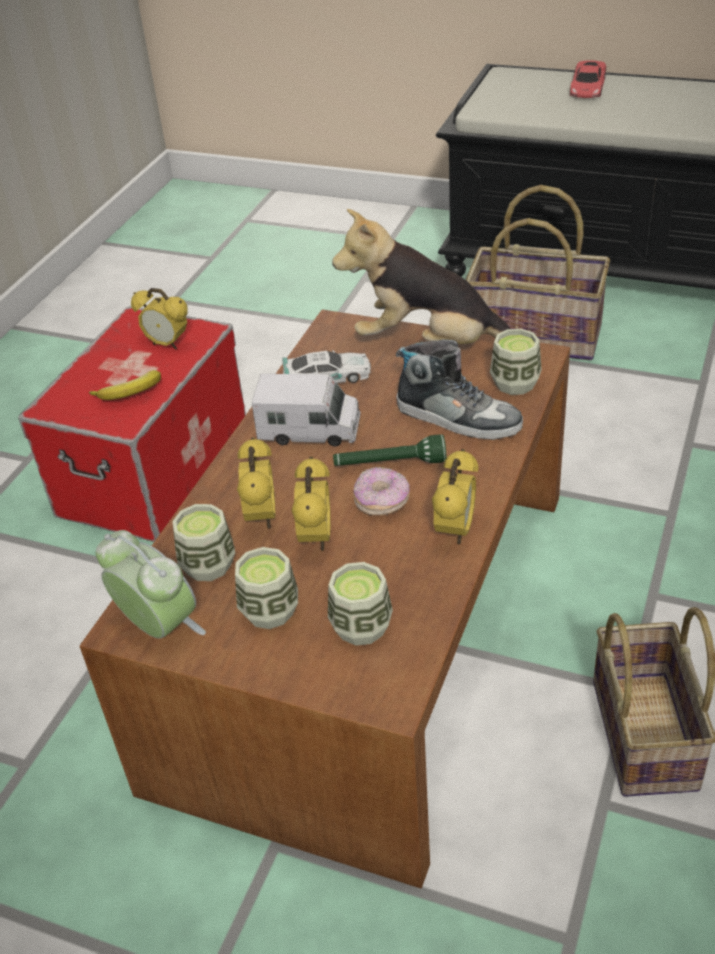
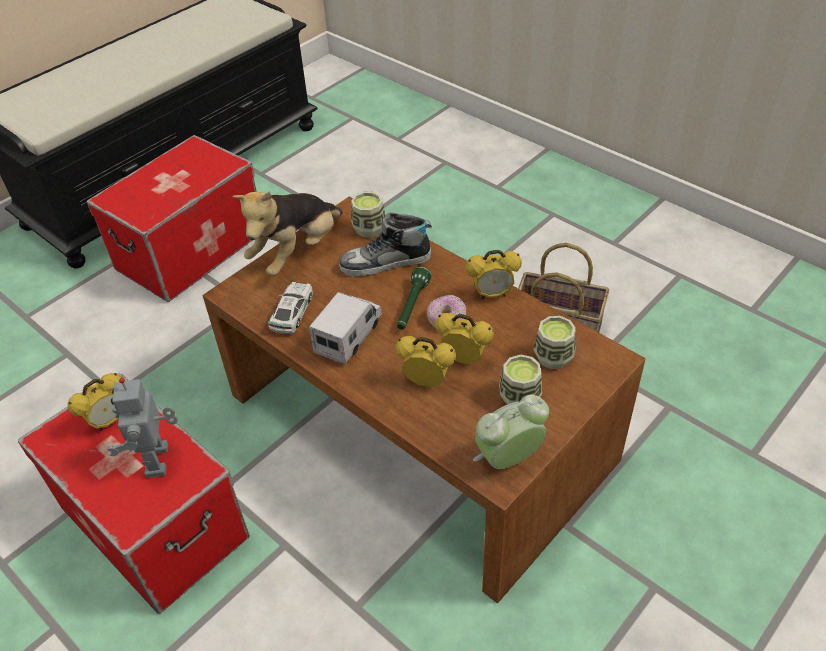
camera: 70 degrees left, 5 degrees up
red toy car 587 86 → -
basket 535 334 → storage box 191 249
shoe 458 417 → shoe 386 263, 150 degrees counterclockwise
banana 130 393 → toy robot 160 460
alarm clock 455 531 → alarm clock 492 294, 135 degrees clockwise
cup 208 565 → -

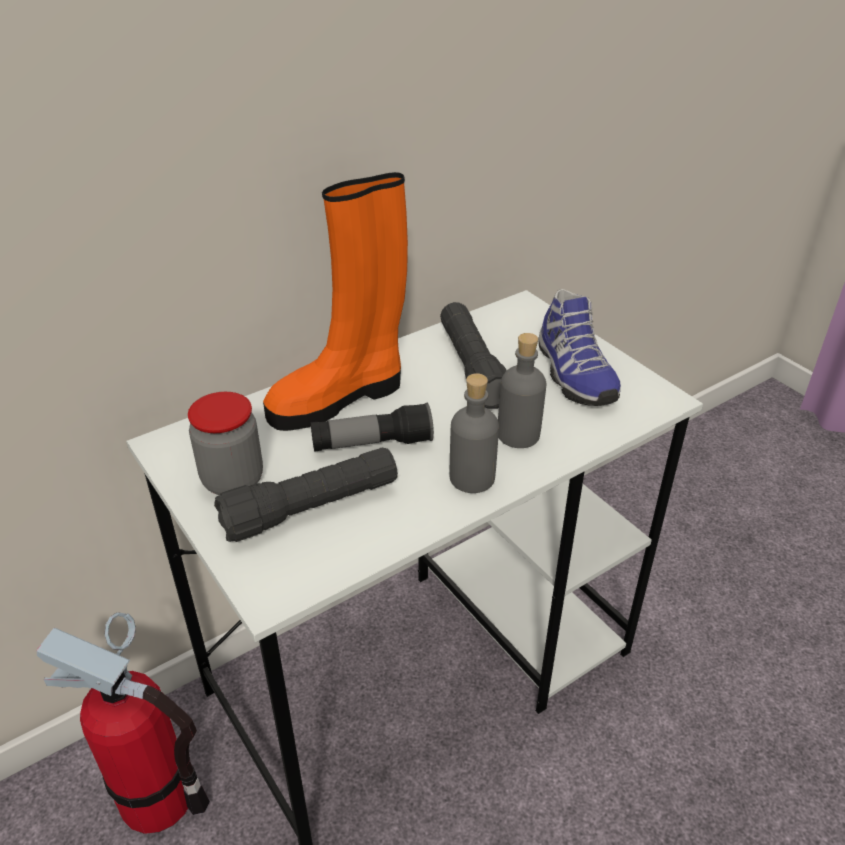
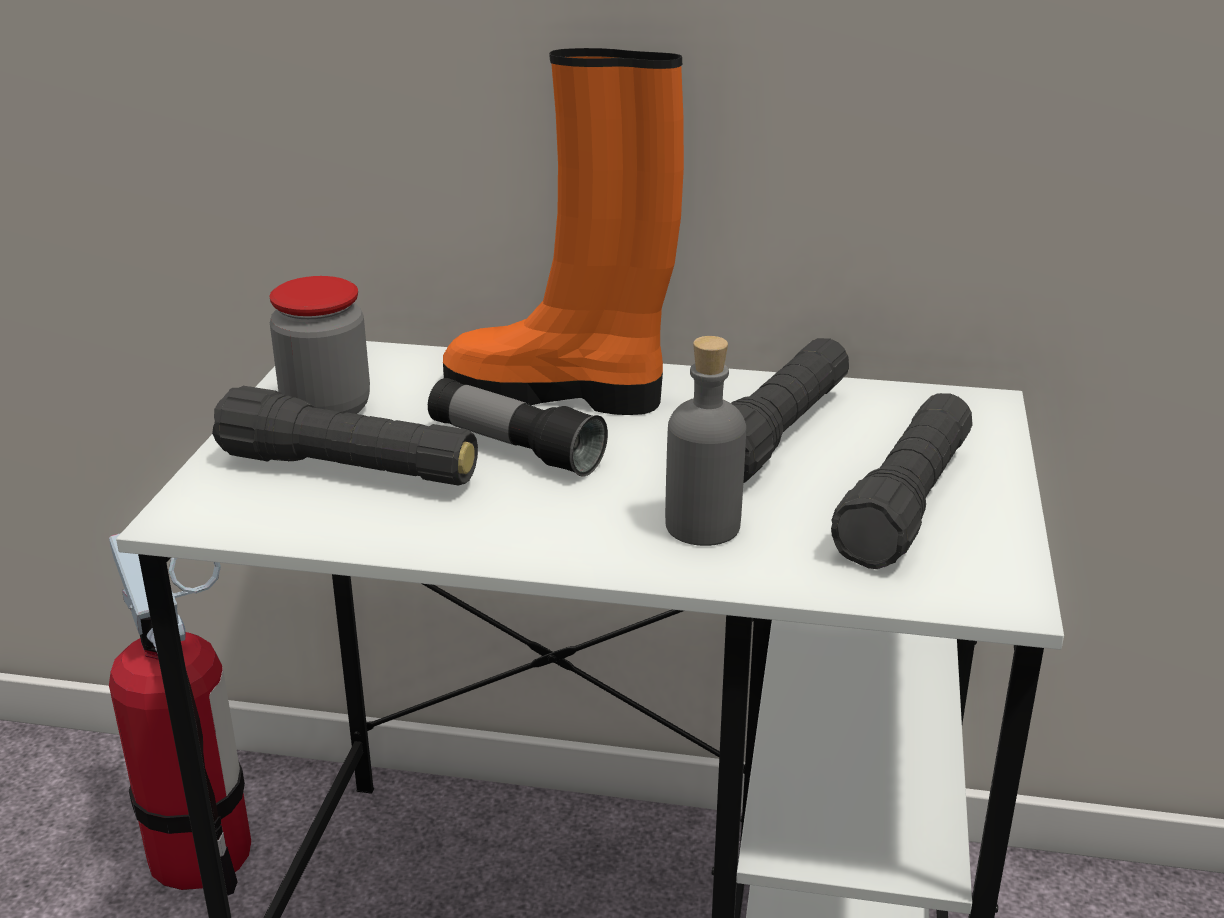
camera: 45 degrees right, 10 degrees down
shoe 572 374 → black flashlight 906 504
grey bottle 472 478 → -

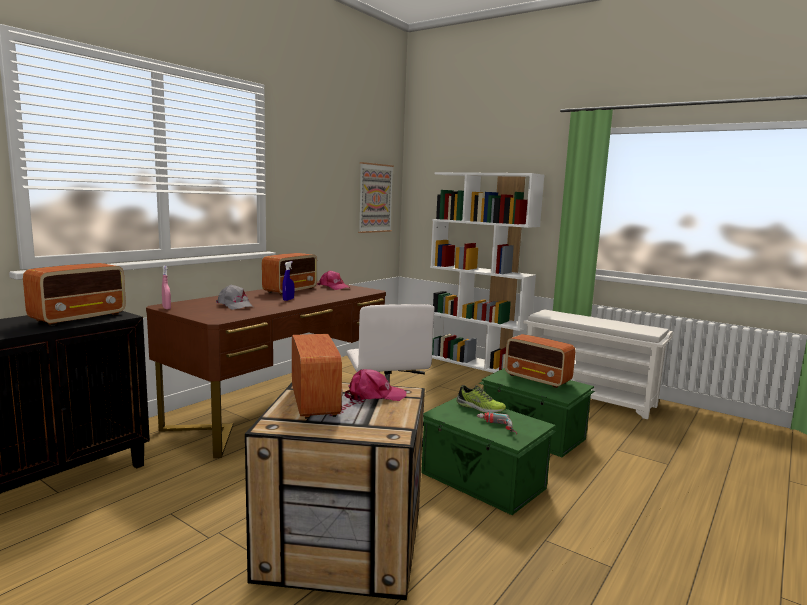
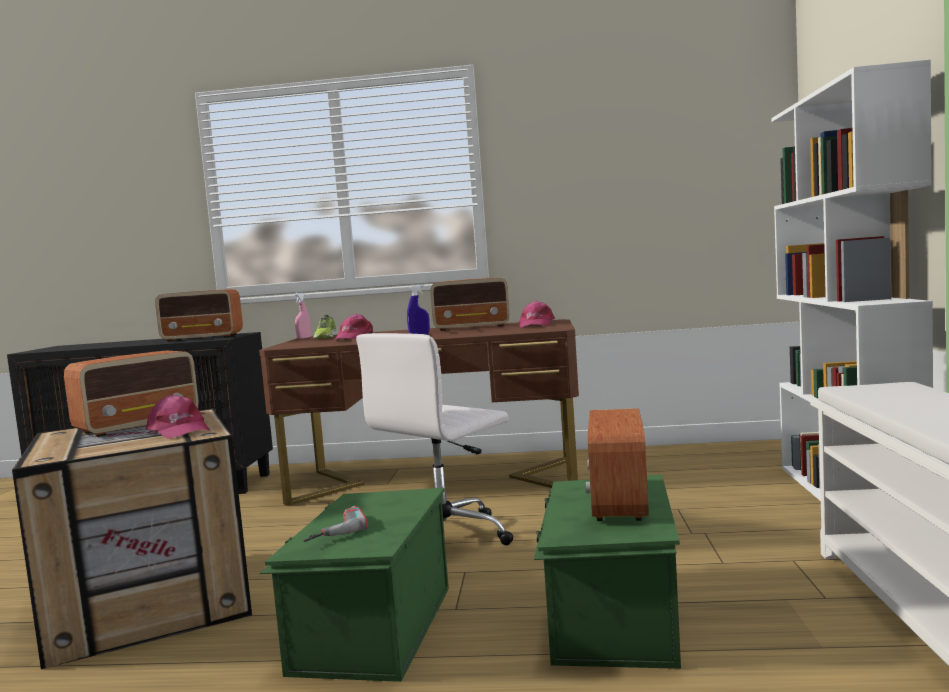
camera: 60 degrees right, 5 degrees down
picture 375 198 → -
grey cap 235 305 → pink cap 353 338
shoe 479 408 → shoe 325 337, shifted

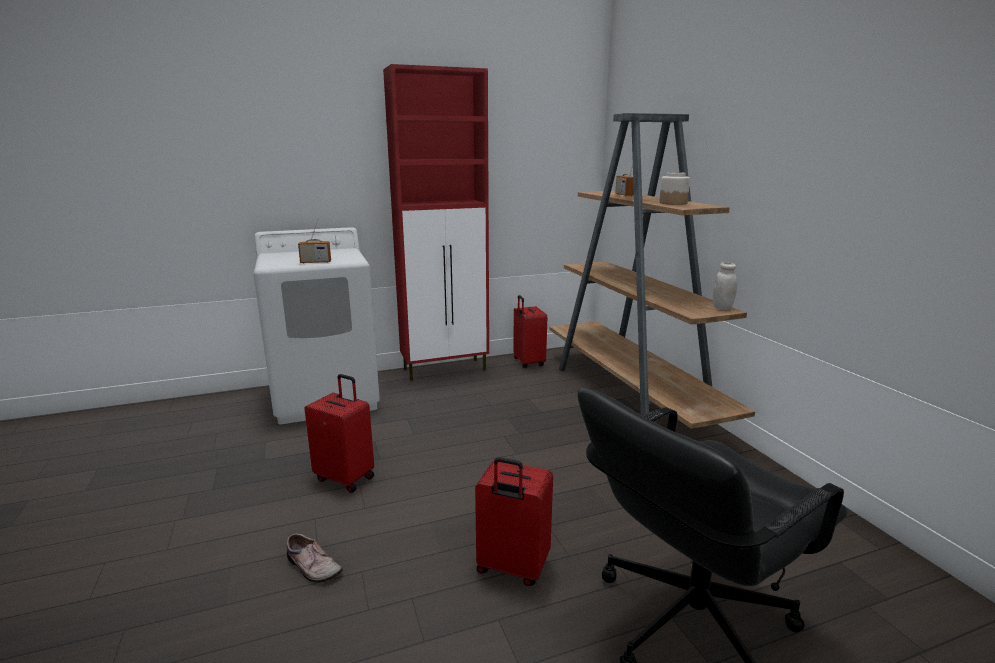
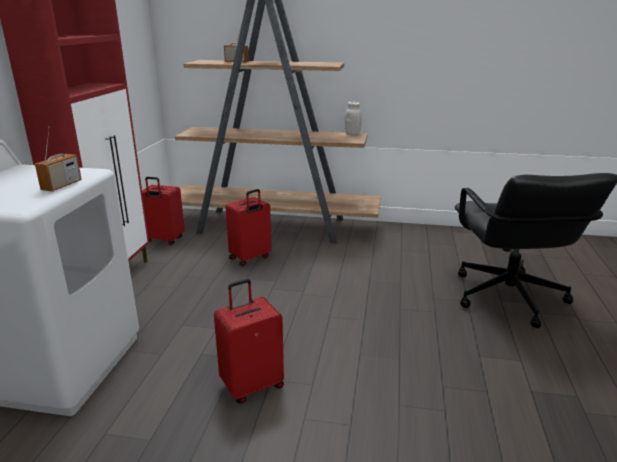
camera: 60 degrees left, 5 degrees up
jar 673 203 → -
red suitcase 512 568 → red suitcase 250 258, shifted
shoe 312 567 → -

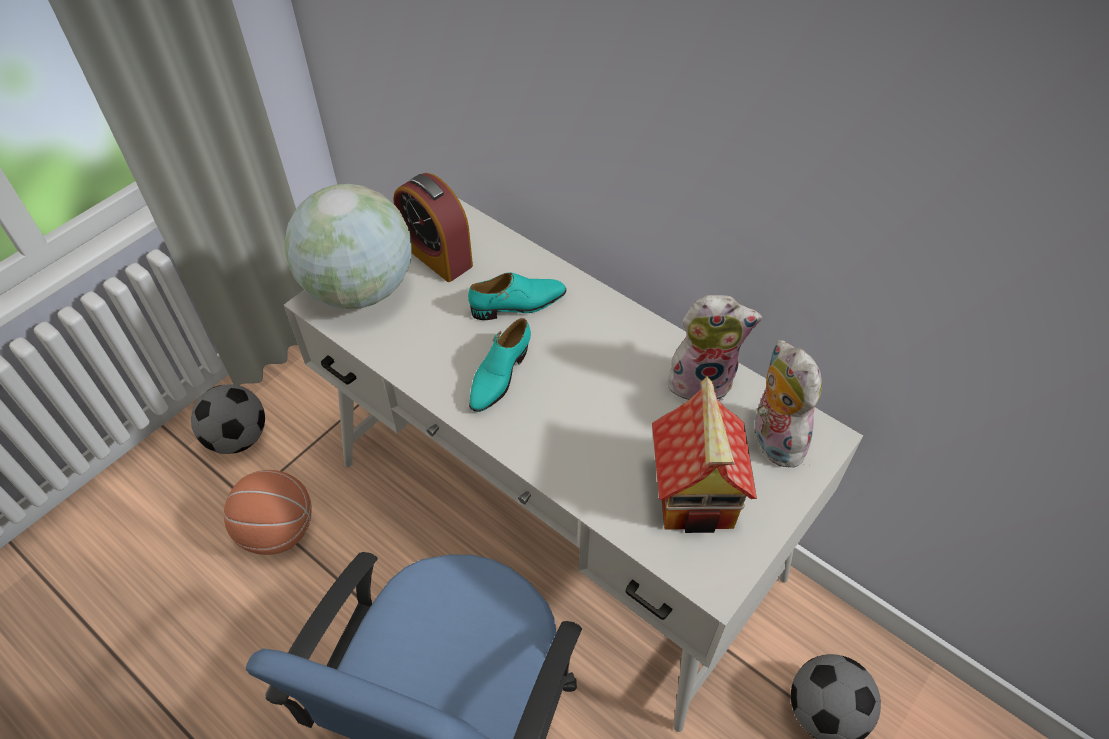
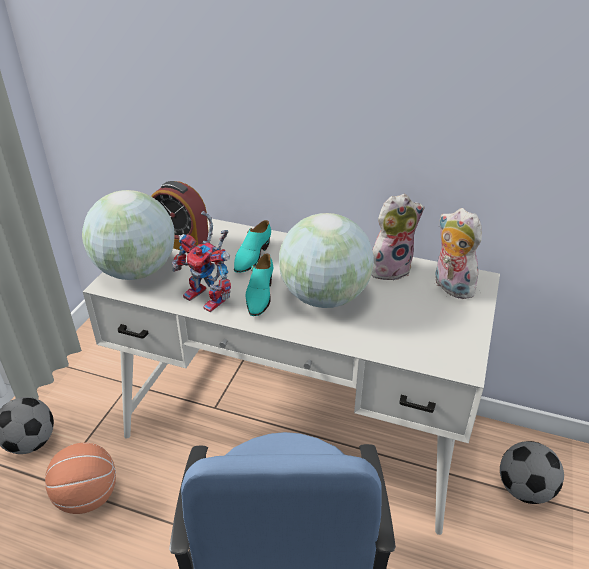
camera: 20 degrees left, 15 degrees down
turquoise shoe 518 304 → turquoise shoe 252 256, 150 degrees clockwise
toy house 696 494 → -
- → toy robot 210 299
- → globe 324 297

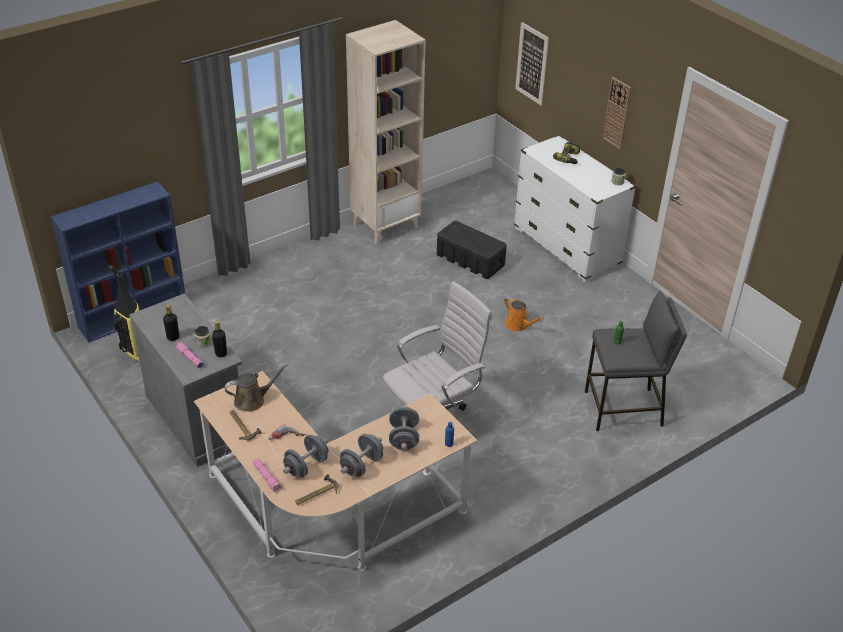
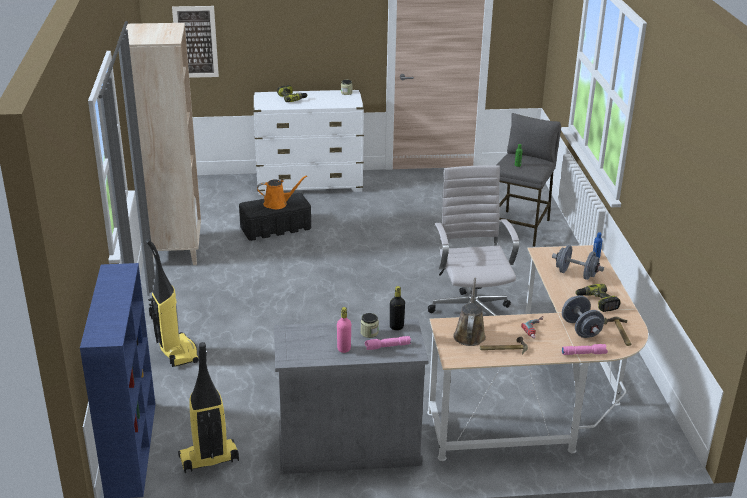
camera: 60 degrees left, 10 degrees down
wall clock 617 113 → -
orange watering can 518 325 → orange watering can 278 203, shifted
black bottle 173 337 → pink bottle 344 349
grey dumbbell 361 465 → power drill 597 302
- → vacuum cleaner 176 352

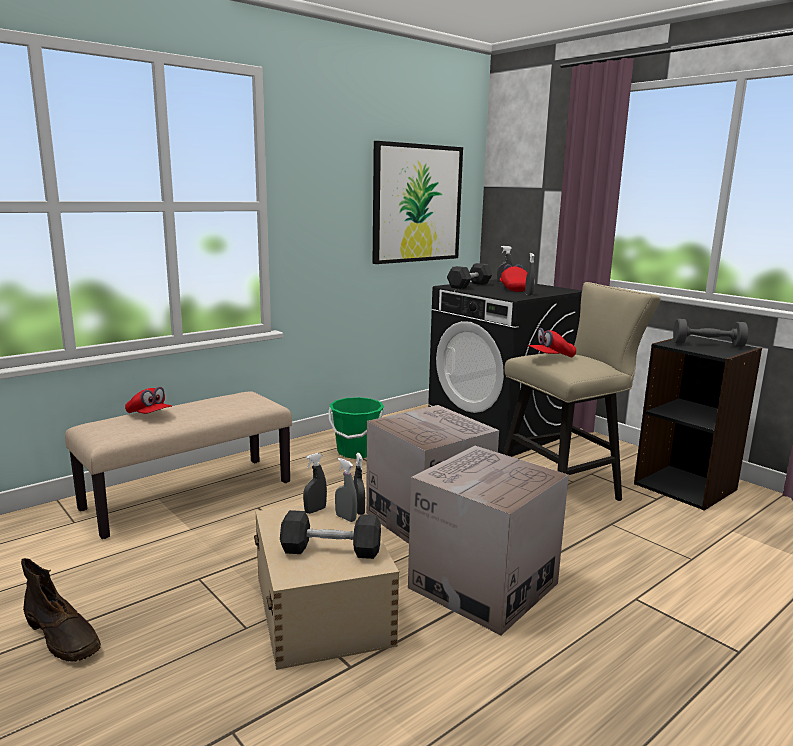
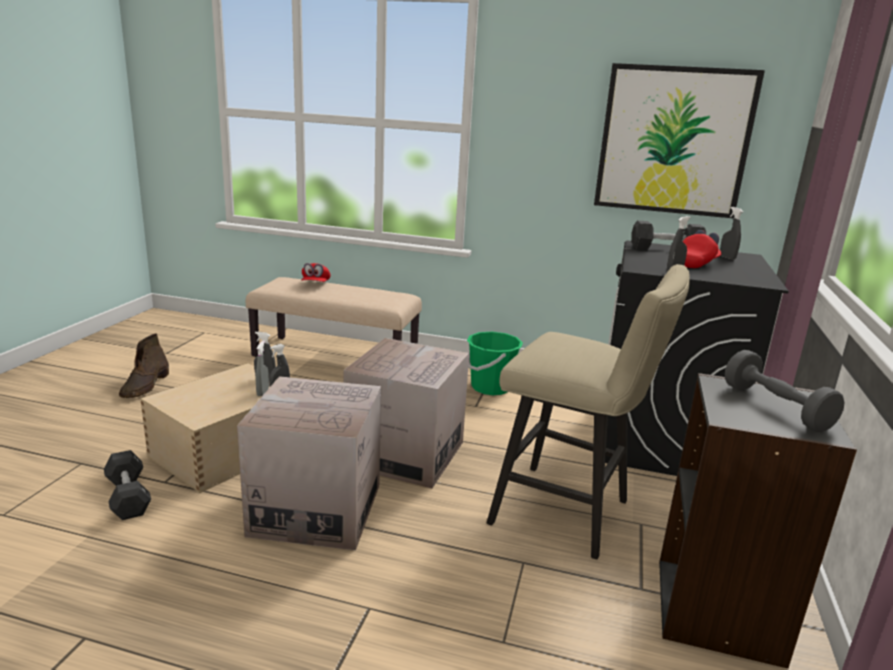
camera: 55 degrees right, 5 degrees up
red cap 551 357 → -
black dumbbell 331 550 → black dumbbell 128 496, shifted

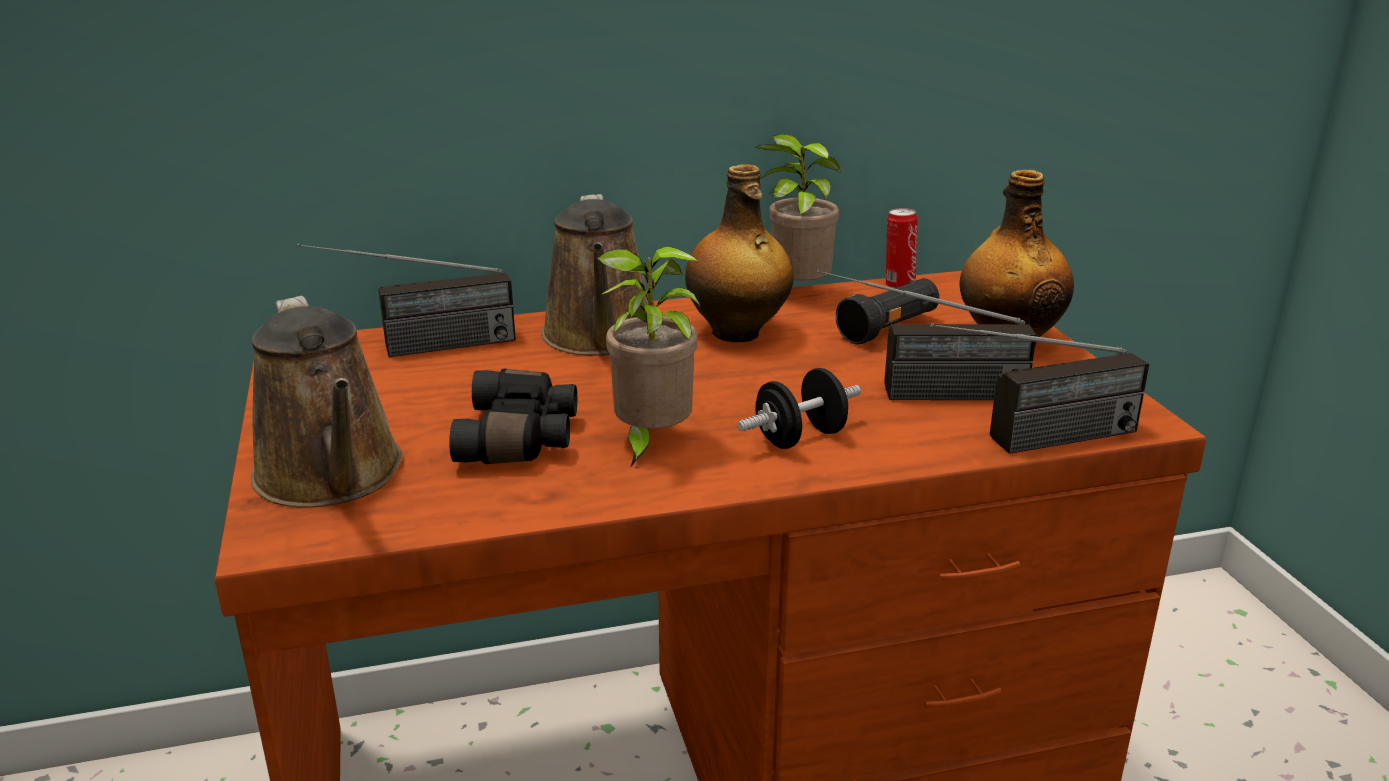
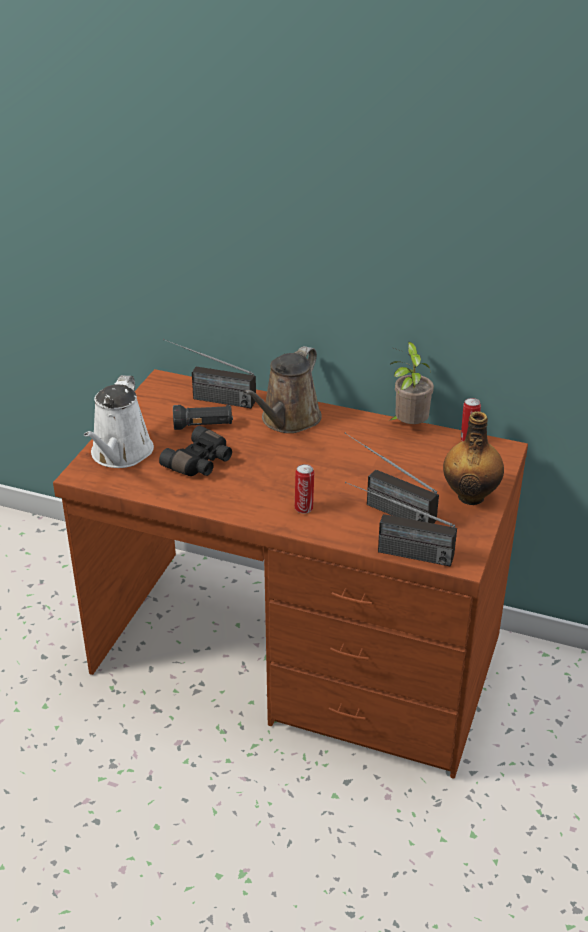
camera: 35 degrees right, 10 degrees up
bottle 737 333 → -
potted plant 650 443 → -
black flashlight 889 329 → black flashlight 203 426, shifted
brown watering can 332 477 → white watering can 120 454
black dumbbell 800 438 → can 304 508

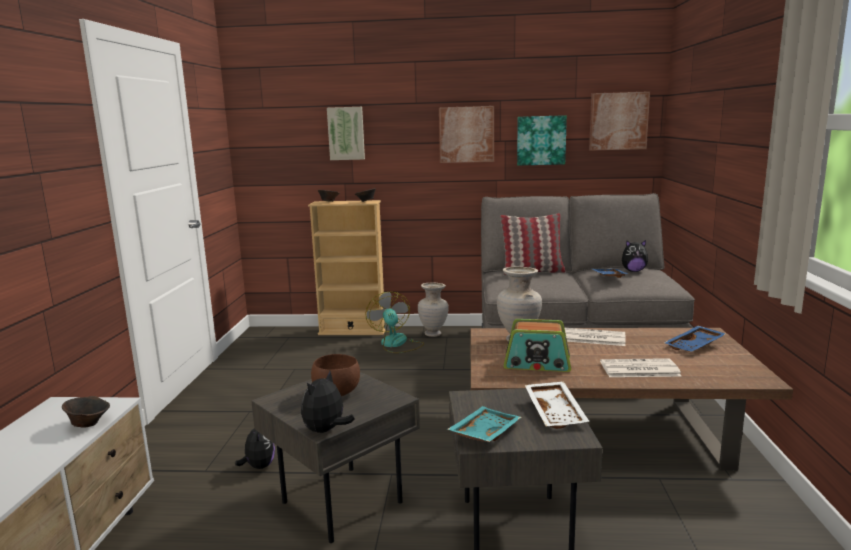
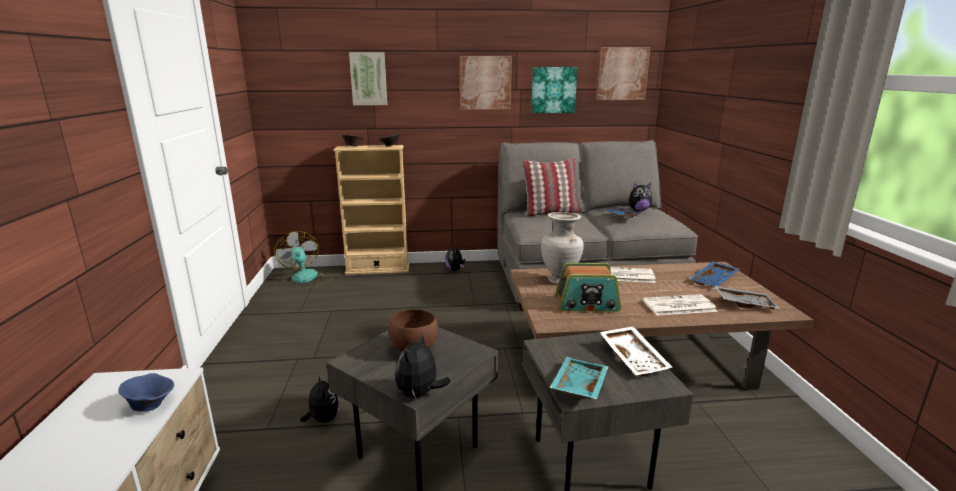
camera: 10 degrees left, 5 degrees up
beige vase 433 334 → plush toy 455 270
fan 396 344 → fan 306 279, shifted
brown bowl 89 424 → blue bowl 151 405
- → grey tray 744 303

